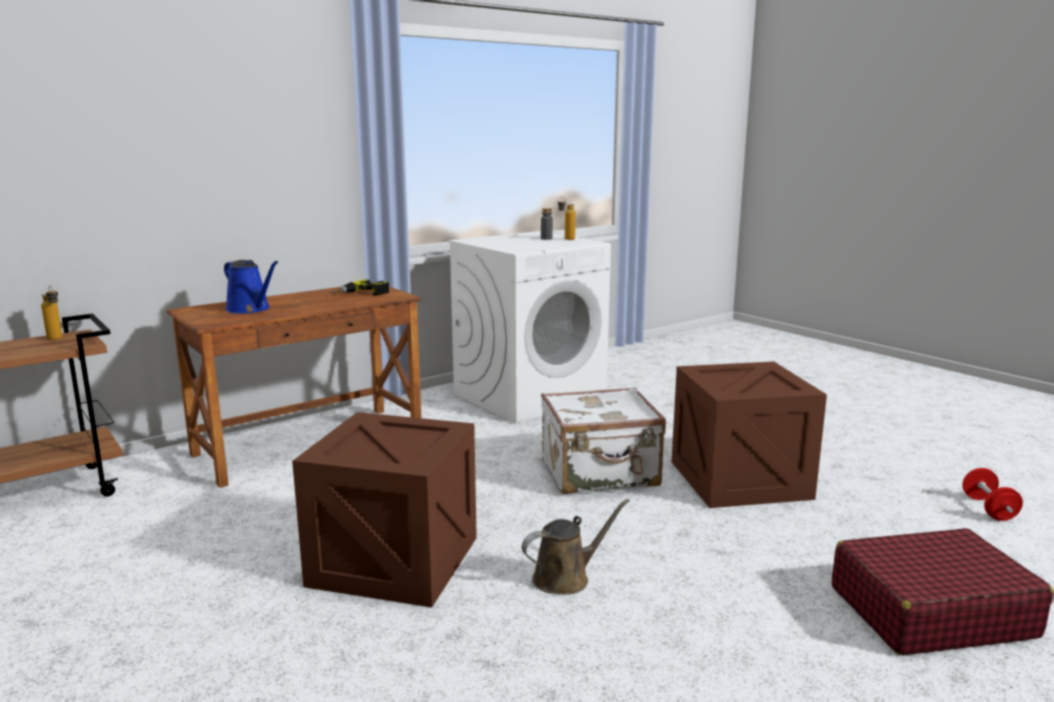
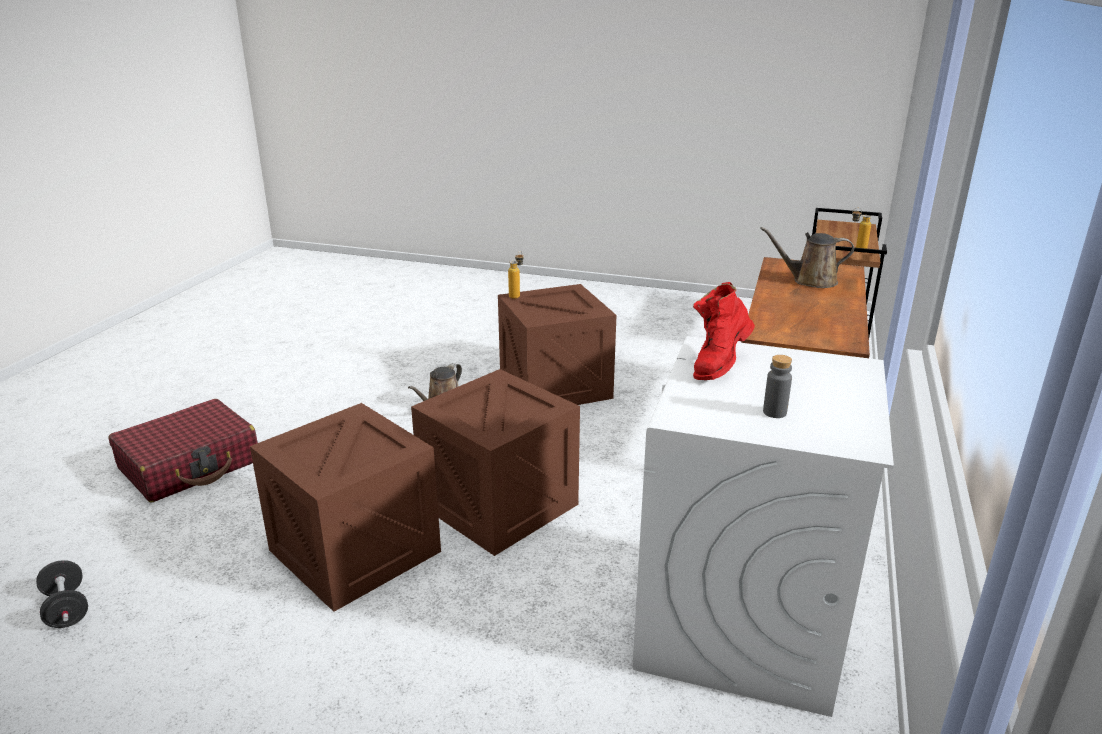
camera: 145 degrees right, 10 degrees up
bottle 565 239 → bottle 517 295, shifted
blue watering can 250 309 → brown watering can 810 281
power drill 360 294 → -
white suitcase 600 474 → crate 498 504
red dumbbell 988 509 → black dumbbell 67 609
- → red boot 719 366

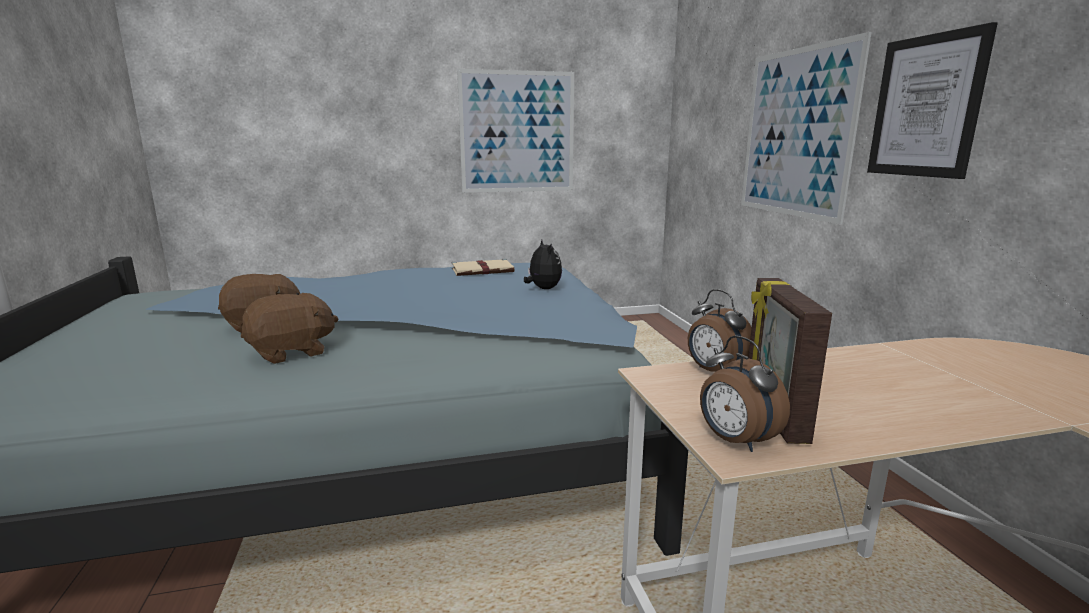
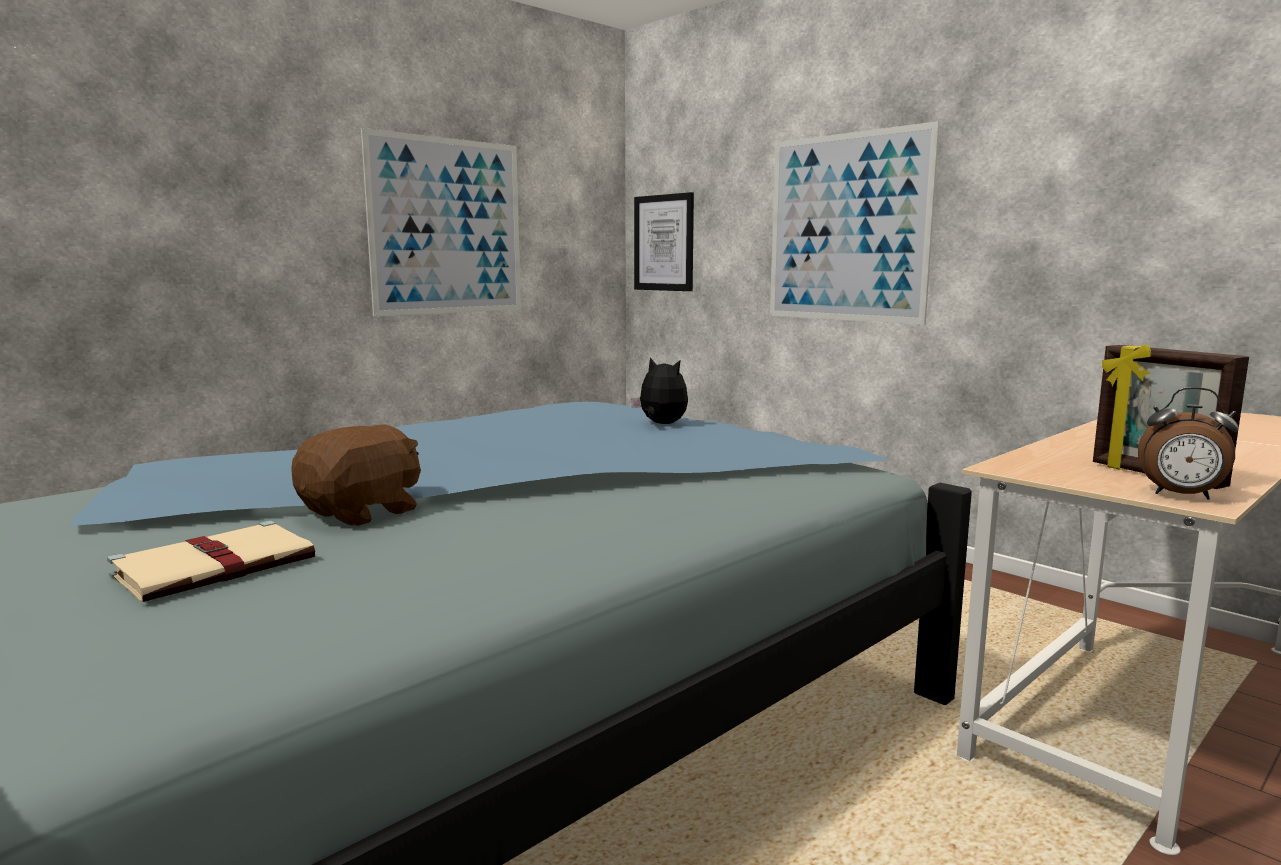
camera: 30 degrees left, 5 degrees down
picture 926 106 → picture 664 243, shifted
beige book 483 270 → beige book 218 567, shifted
alarm clock 714 372 → -
brown plush toy 292 352 → -

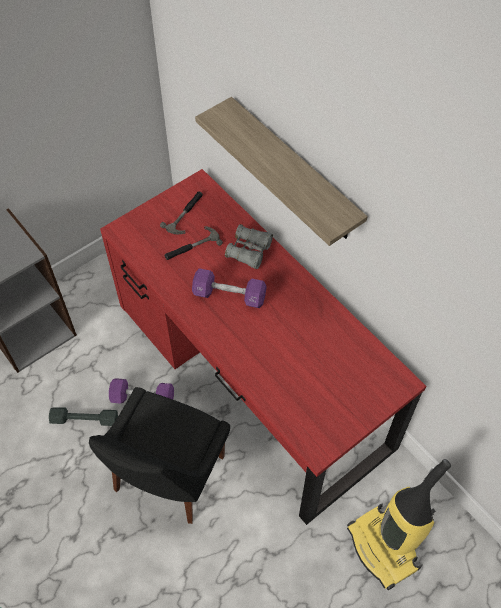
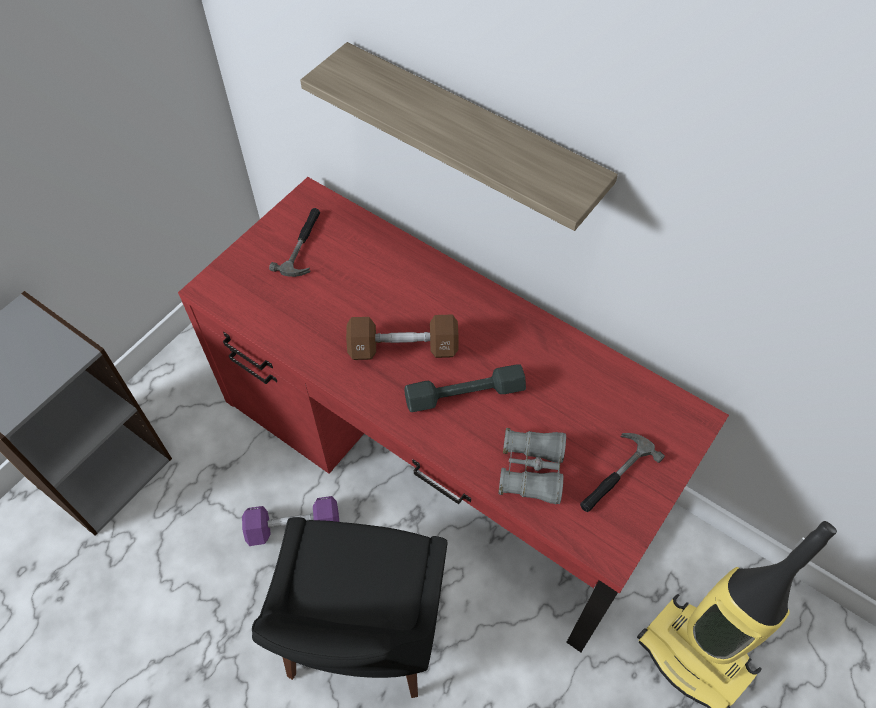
camera: 15 degrees left, 0 degrees up
grey binoculars 249 251 → grey binoculars 531 471, shifted
hammer 191 246 → hammer 614 475, shifted
purple dumbbell 229 295 → brown dumbbell 403 348
grey dumbbell 84 419 → grey dumbbell 464 394, shifted

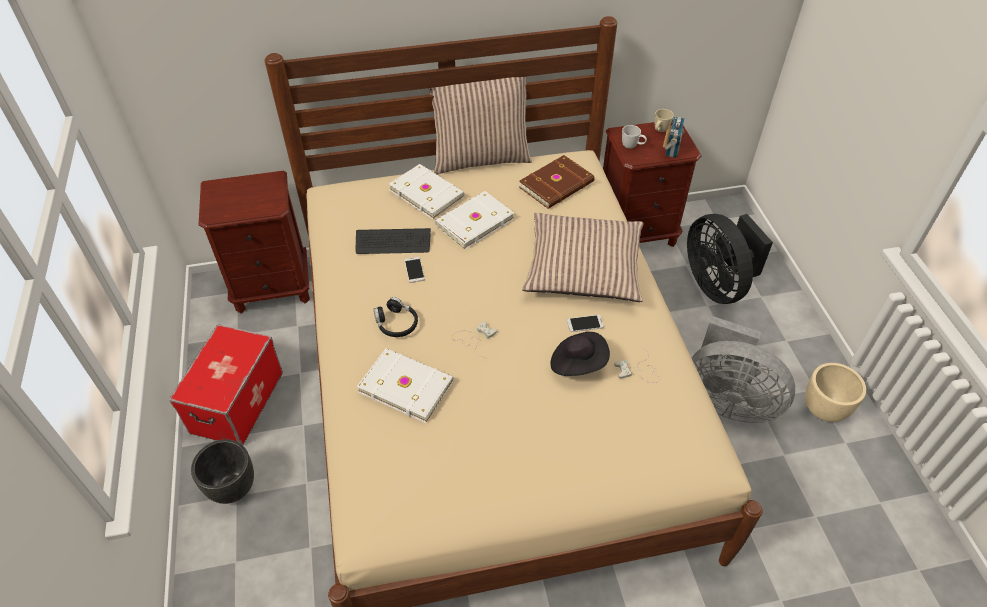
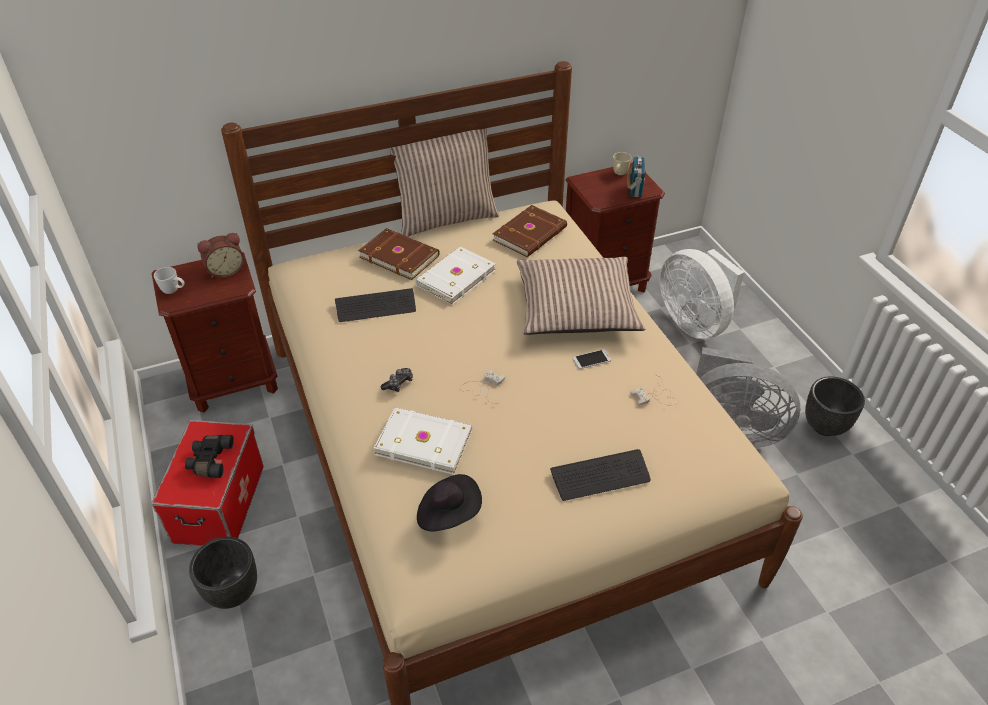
camera: 10 degrees left, 5 degrees down
white mug 632 146 → white mug 174 291, shifted
white book 427 193 → brown book 399 255
black fan 717 284 → white fan 695 322
phone 414 270 → -
black headphones 396 323 → game controller 398 383
black hat 578 363 → black hat 448 513, shifted
beige planter 824 410 → black planter 825 426
- → alarm clock 226 270
- → black binoculars 210 460
- → keyboard 600 476

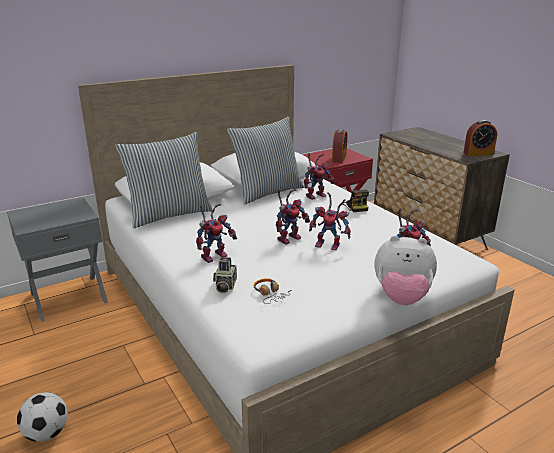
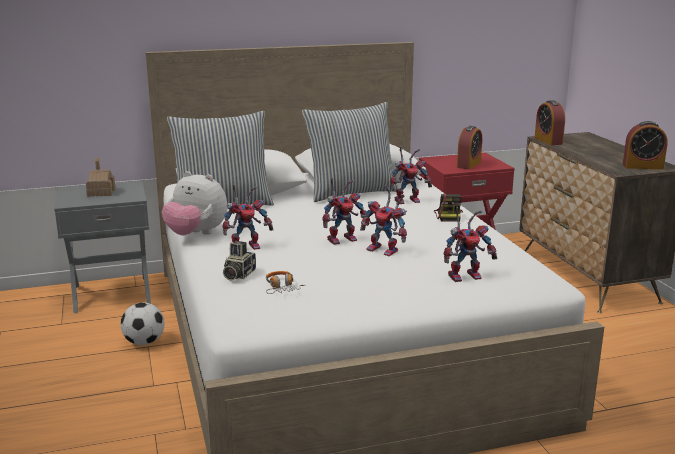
camera: 15 degrees right, 5 degrees down
plush toy 401 298 → plush toy 196 234, shifted
football 47 433 → football 144 342, shifted
- → alarm clock 548 141
- → toy house 101 192

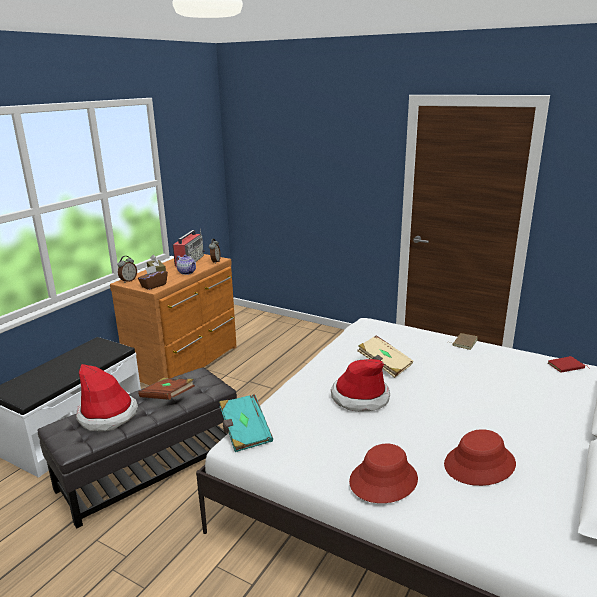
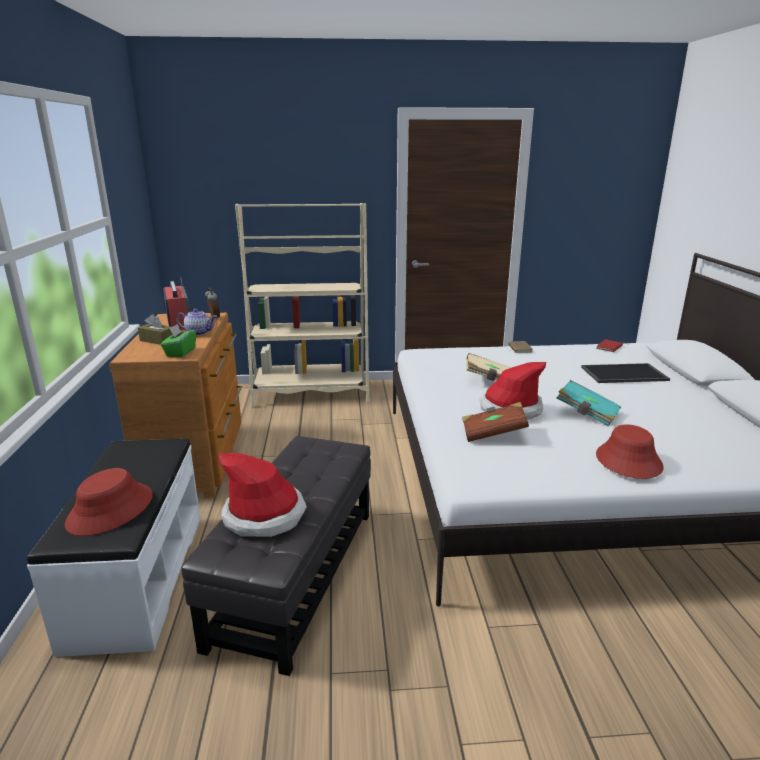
camera: 35 degrees left, 0 degrees up
alarm clock 128 281 → -
brown tissue box 153 285 → green tissue box 180 352
brown book 168 397 → brown book 493 433, shifted
turquoise book 244 433 → turquoise book 587 414, shifted
red hat 479 464 → red hat 111 510, shifted
- → beige bookcase 310 393
- → tray 623 374

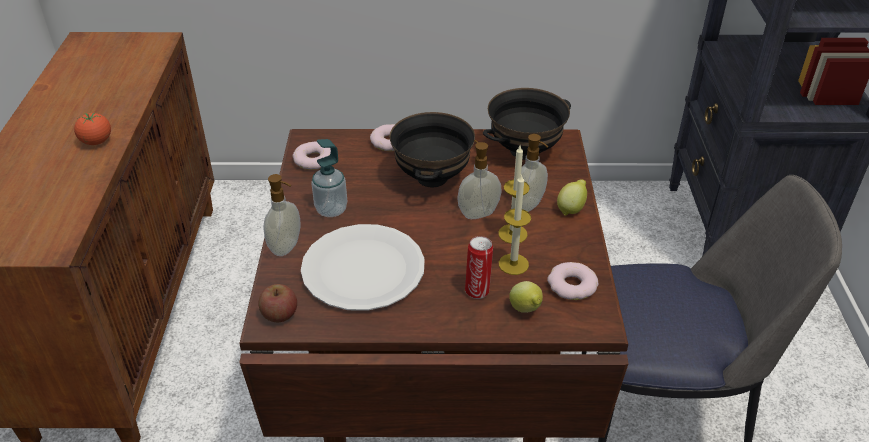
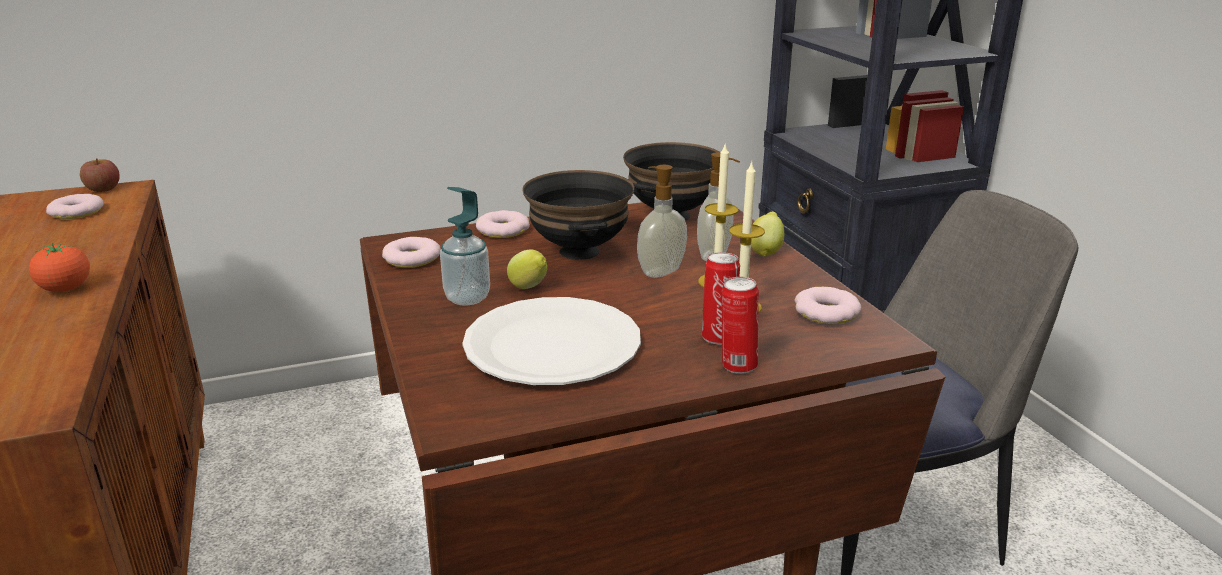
camera: 20 degrees left, 15 degrees down
soap dispenser 286 247 → -
lemon 526 310 → lemon 529 288, shifted
apple 280 314 → apple 103 189, shifted
- → donut 76 212
- → can 737 366

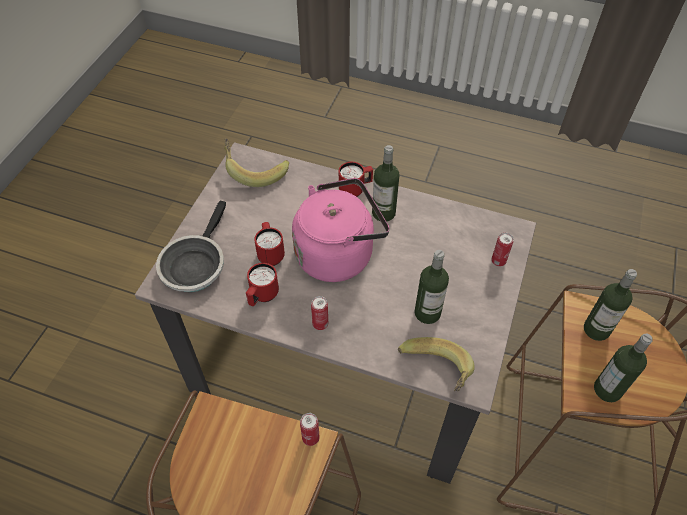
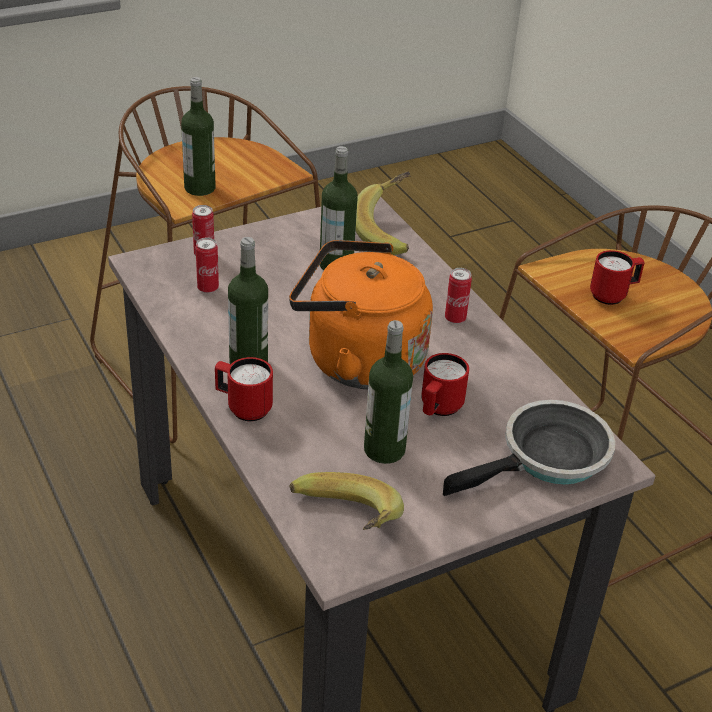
camera: 140 degrees left, 15 degrees down
pink kettle 338 253 → orange kettle 357 360
red mug 262 296 → red mug 613 295, shifted
bottle 607 389 → bottle 384 450, shifted
can 310 438 → can 208 288, shifted

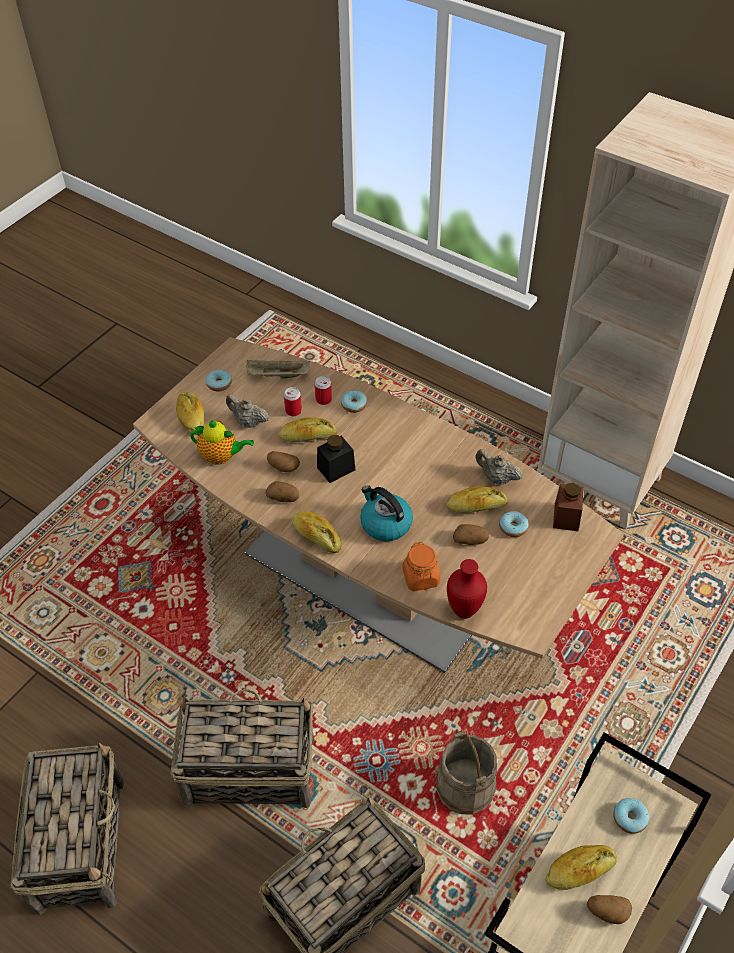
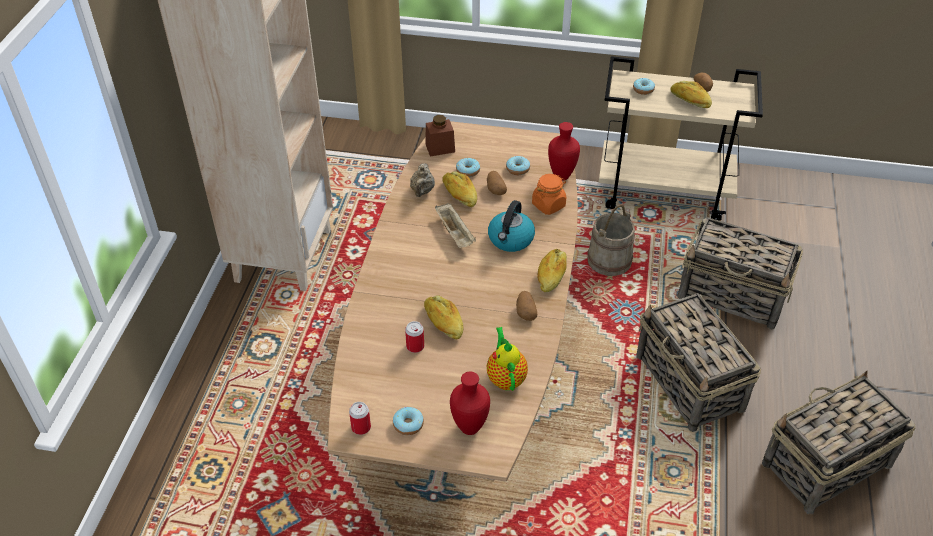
camera: 115 degrees left, 5 degrees down
beige tray 277 376 → beige tray 455 234, shifted
can 323 399 → can 361 427, shifted
donut 354 405 → donut 517 169, shifted
bread 191 418 → red vase 469 426
beige teapot 248 422 → -
black jar 336 469 → -
potato 283 467 → -

